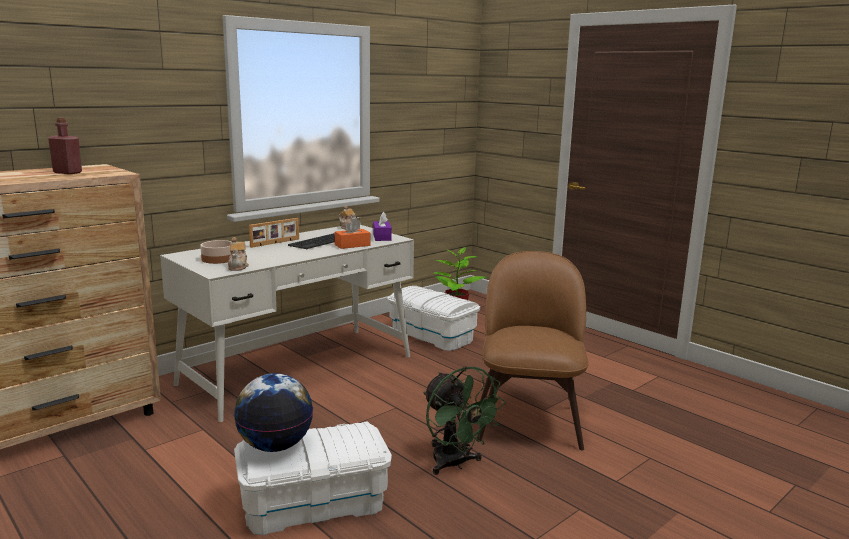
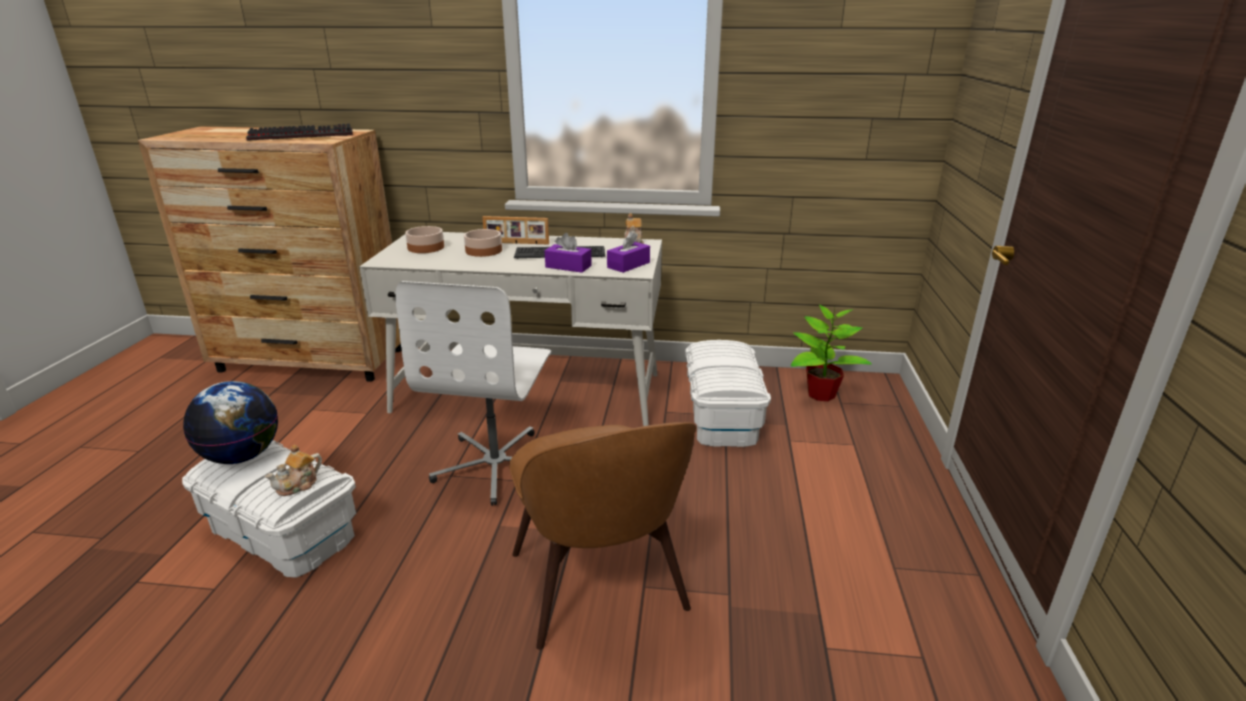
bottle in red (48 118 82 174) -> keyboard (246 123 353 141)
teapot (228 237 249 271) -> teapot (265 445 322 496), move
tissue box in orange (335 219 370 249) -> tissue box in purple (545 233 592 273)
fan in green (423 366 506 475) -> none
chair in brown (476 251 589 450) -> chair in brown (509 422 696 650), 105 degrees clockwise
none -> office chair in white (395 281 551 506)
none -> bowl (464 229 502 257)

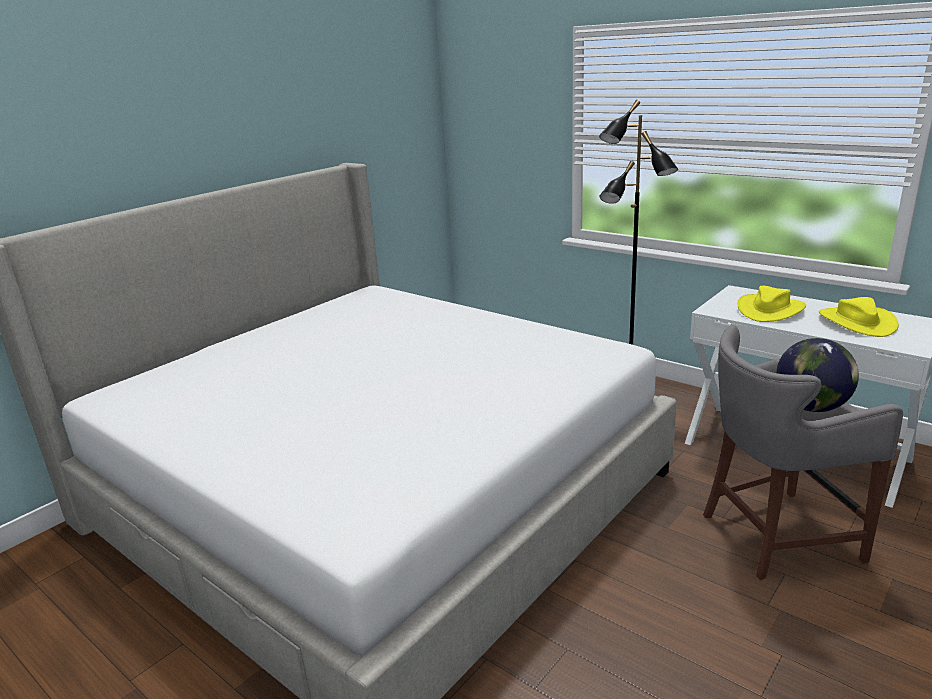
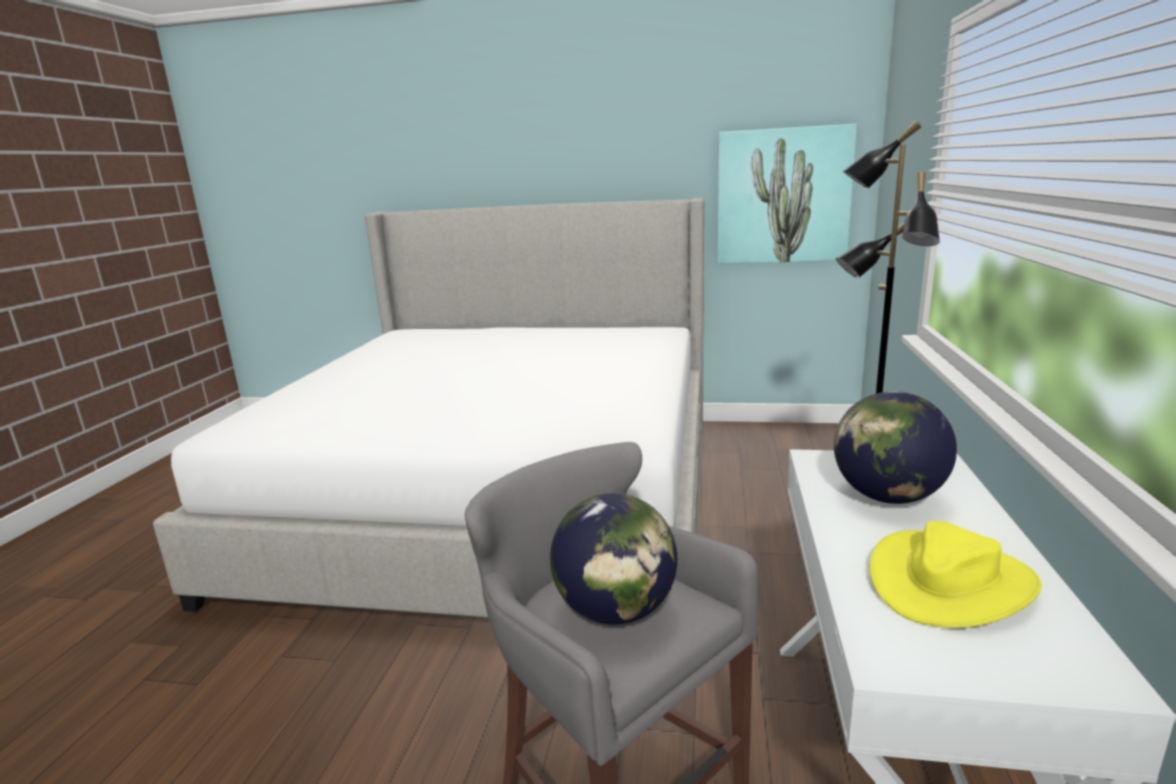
hat in yellow (737 286 806 322) -> globe (834 391 957 504)
none -> picture (717 124 857 264)

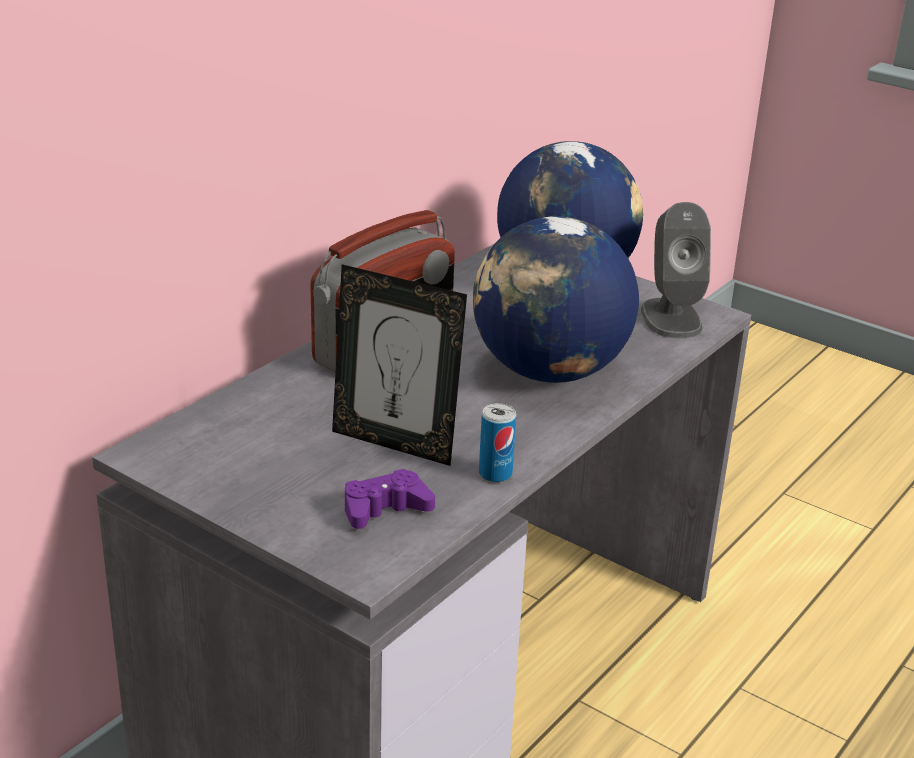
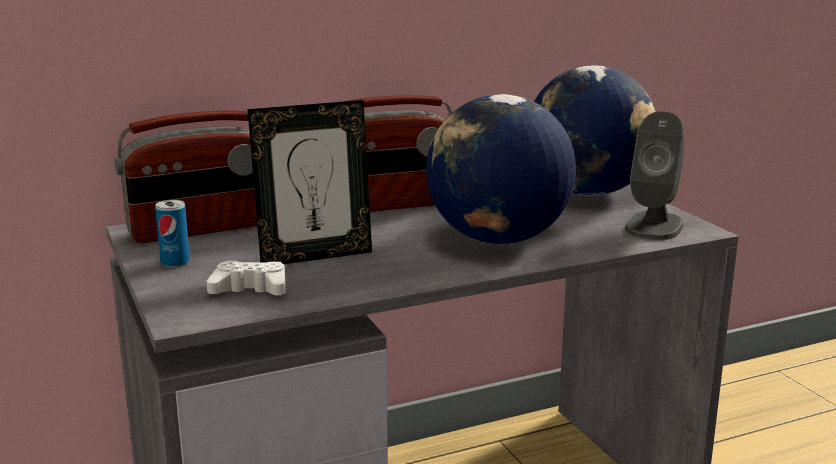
picture frame (332 264 467 466) -> picture frame (247 100 372 264), 75 degrees counterclockwise
game controller in purple (345 469 435 529) -> game controller in white (207 261 286 295)
can (479 403 516 483) -> can (155 200 190 267), move
none -> radio (114 110 257 243)

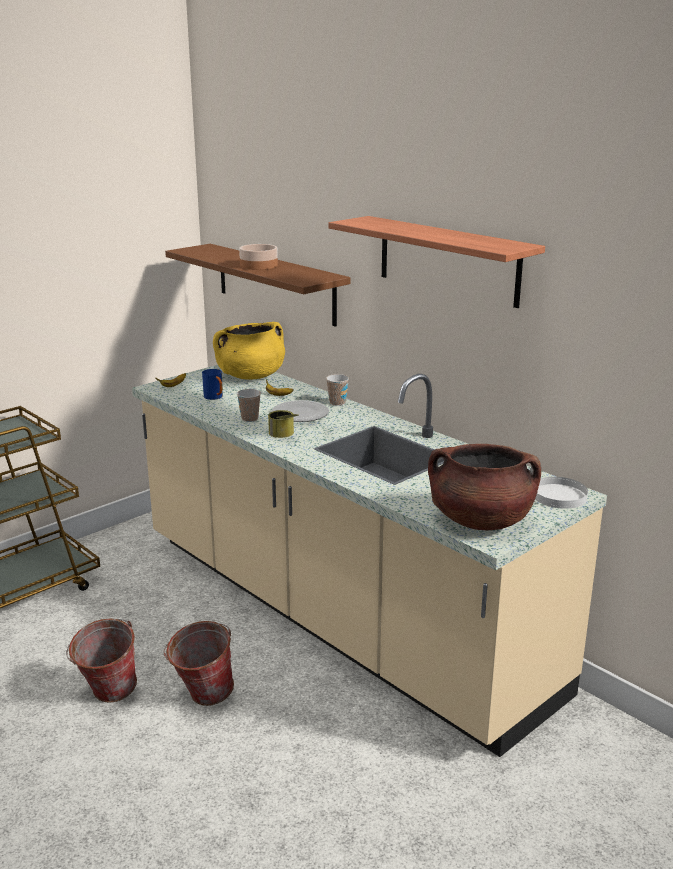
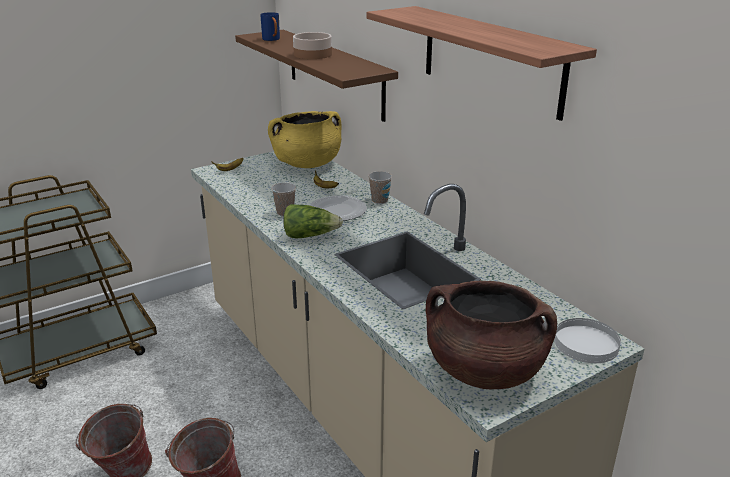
mug in blue (202 369 223 400) -> mug in blue (260 12 280 41), move
can (268 410 298 438) -> lettuce (284 204 343 238)

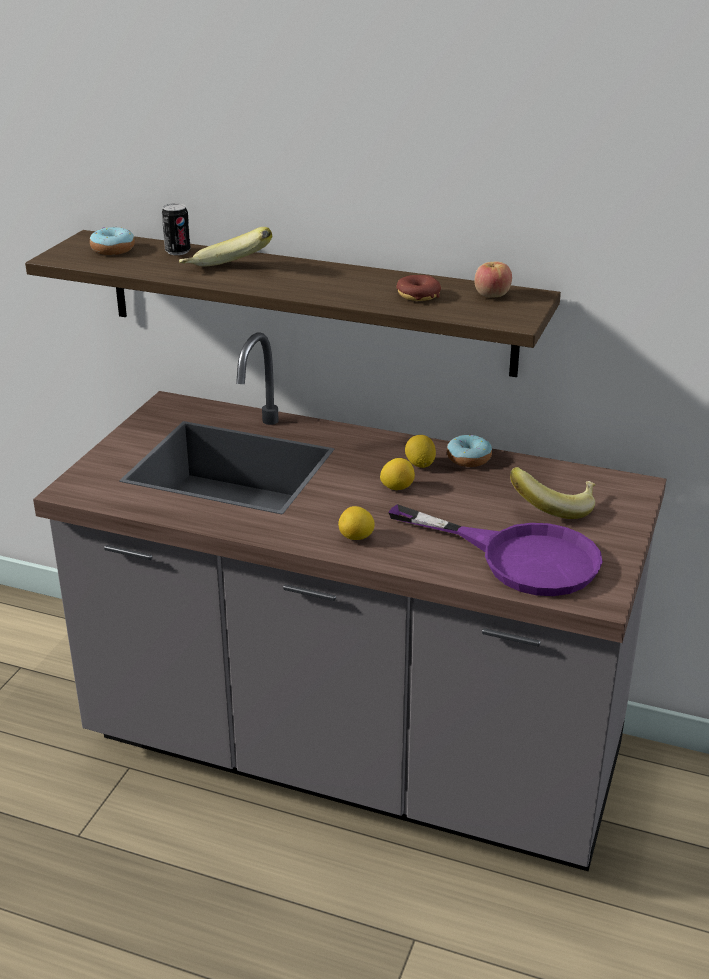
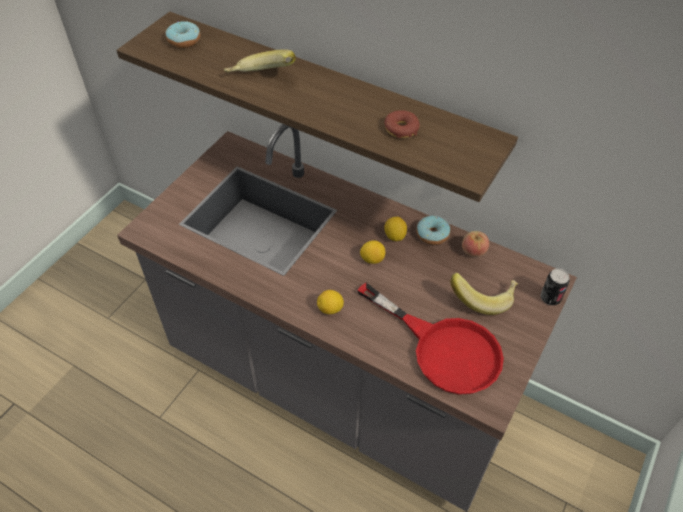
can (162 203 191 255) -> can (541 268 570 306), move
frying pan in purple (388 504 603 596) -> frying pan in red (357 283 504 395)
apple (474 262 512 298) -> apple (462 231 489 257), move

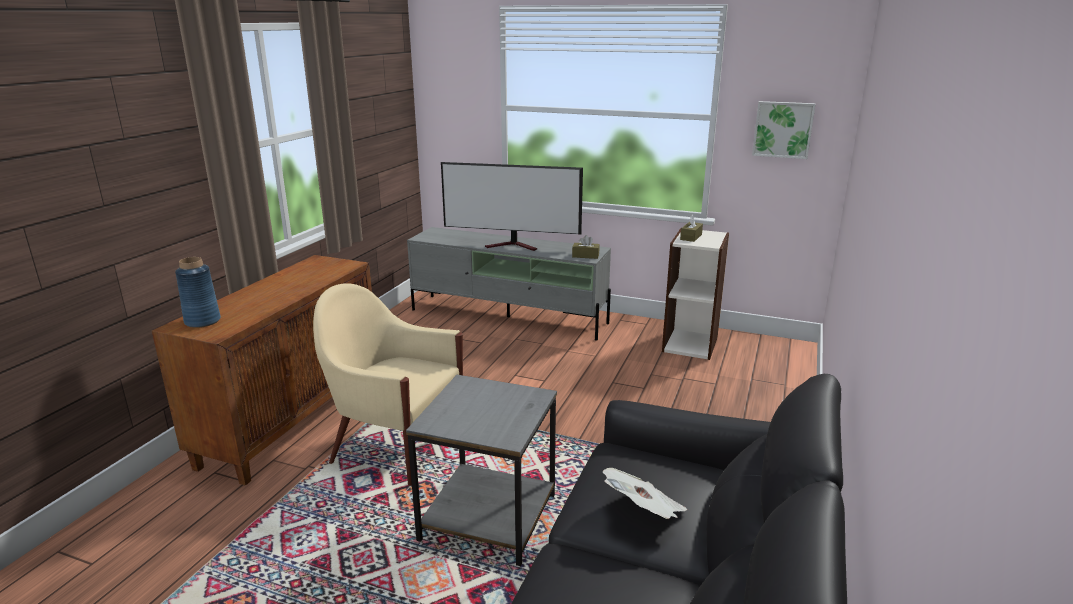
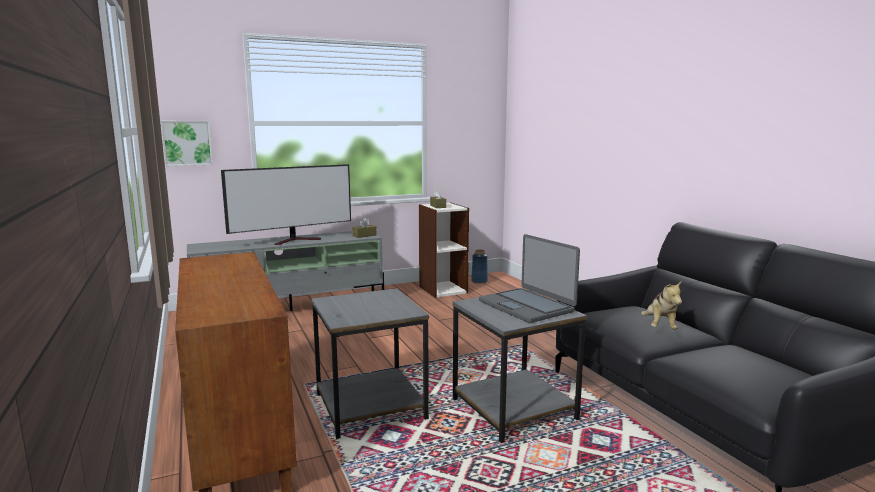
vase in blue (175 257 221 328) -> vase in blue (471 250 488 283), move
armchair in beige (313 283 463 486) -> side table in grey (311 288 429 439)
newspaper (602 468 687 519) -> plush toy (641 281 682 330)
picture (752 101 816 159) -> picture (161 121 213 166), move
none -> laptop (479 234 580 323)

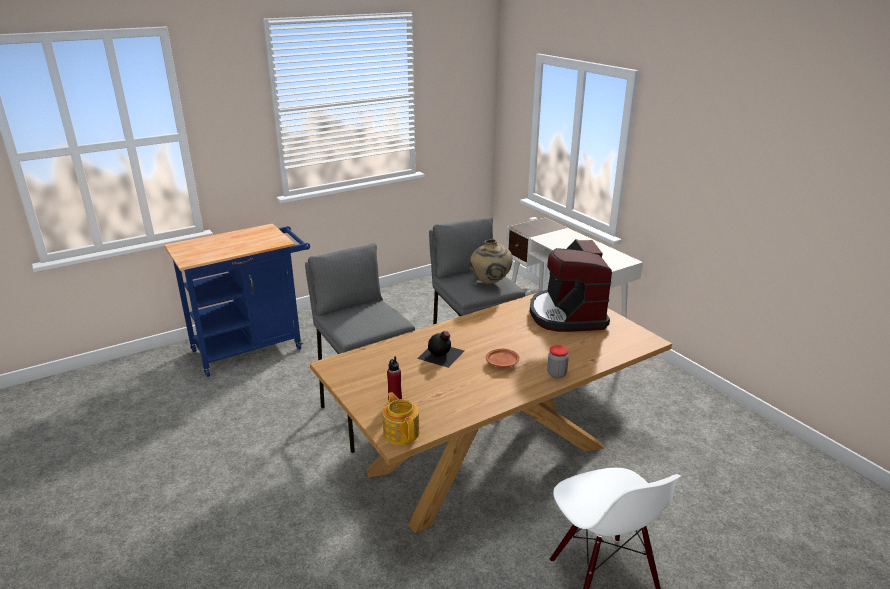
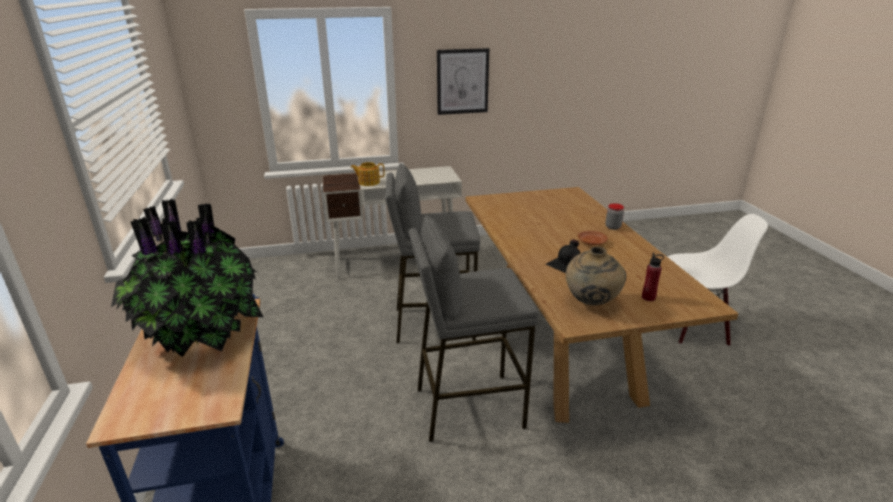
teapot (383 392 419 445) -> teapot (350 162 385 186), move
vase in beige (469 239 513 284) -> vase in beige (566 247 626 306), move
coffee machine (530 239 612 332) -> none
none -> potted plant (111 199 263 357)
none -> picture (437 48 489 115)

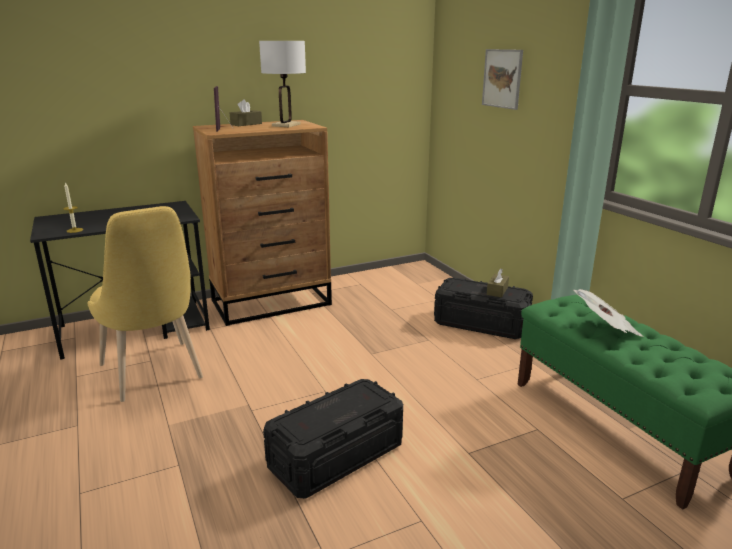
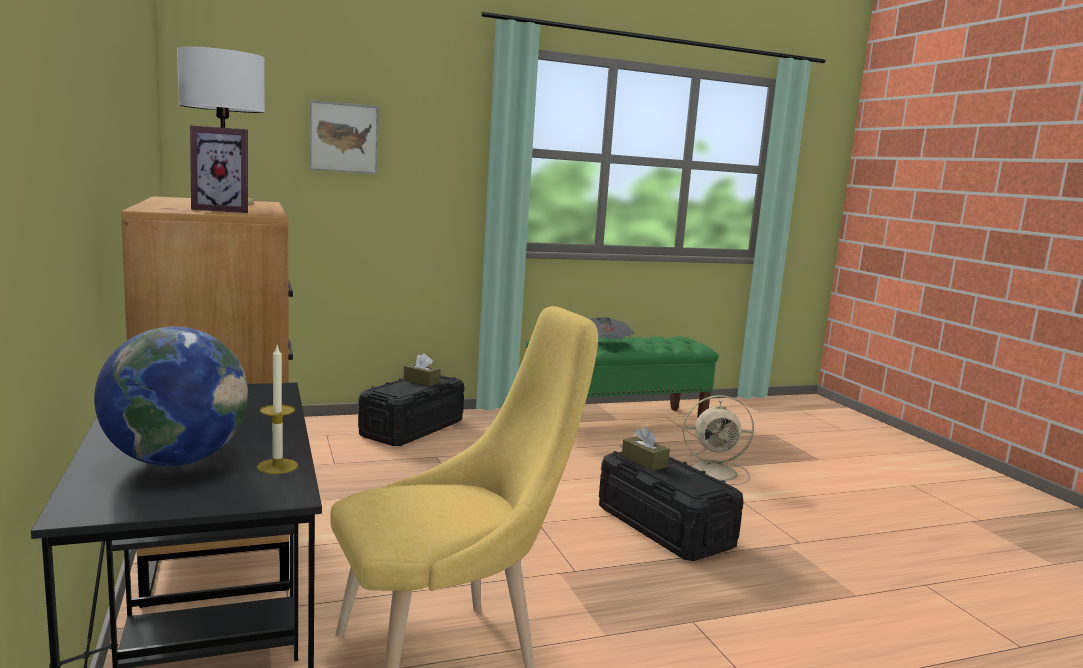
tissue box in brown (230 99 262 126) -> tissue box in brown (622 427 670 471), move
none -> globe (94 327 248 466)
none -> fan in beige (683 395 754 485)

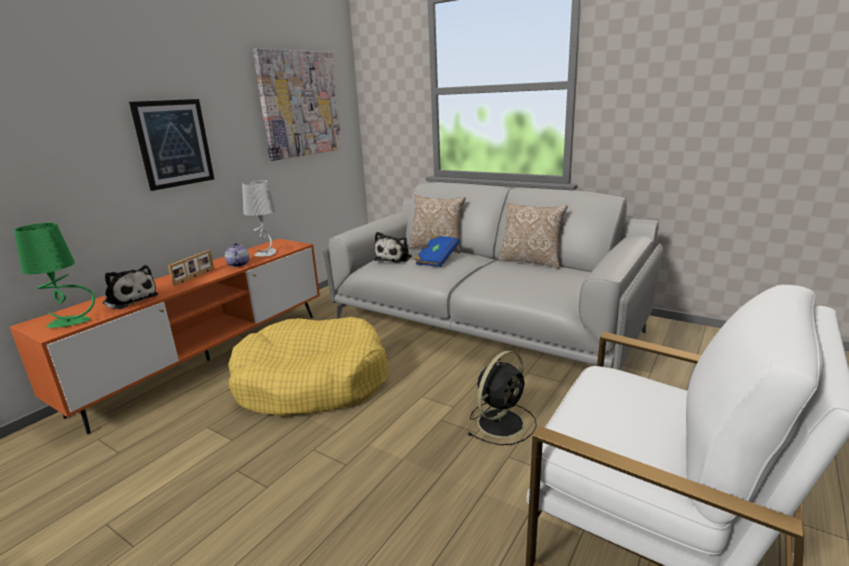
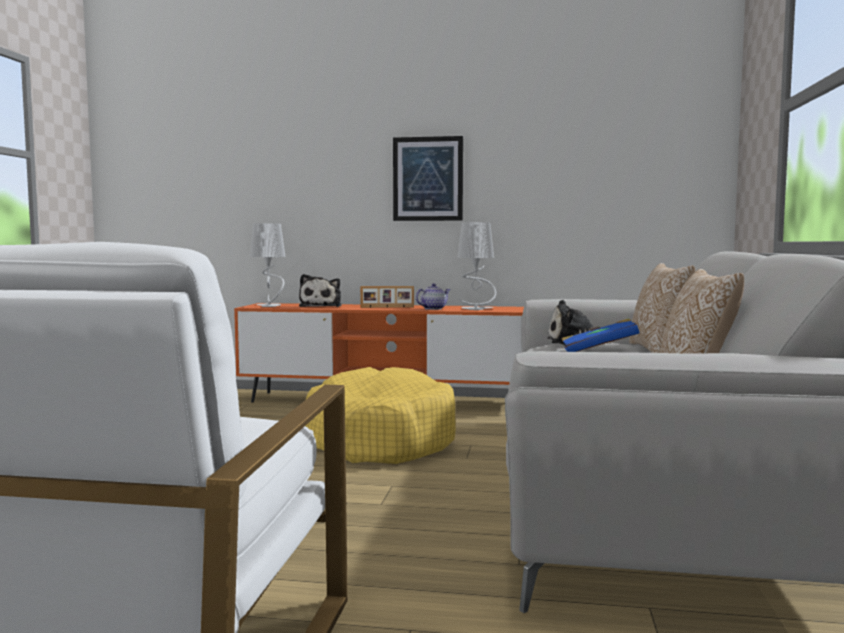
table lamp in green (14 223 95 328) -> table lamp in grey (250 223 286 307)
picture (253 48 342 161) -> none
fan in black (467 351 537 445) -> none

